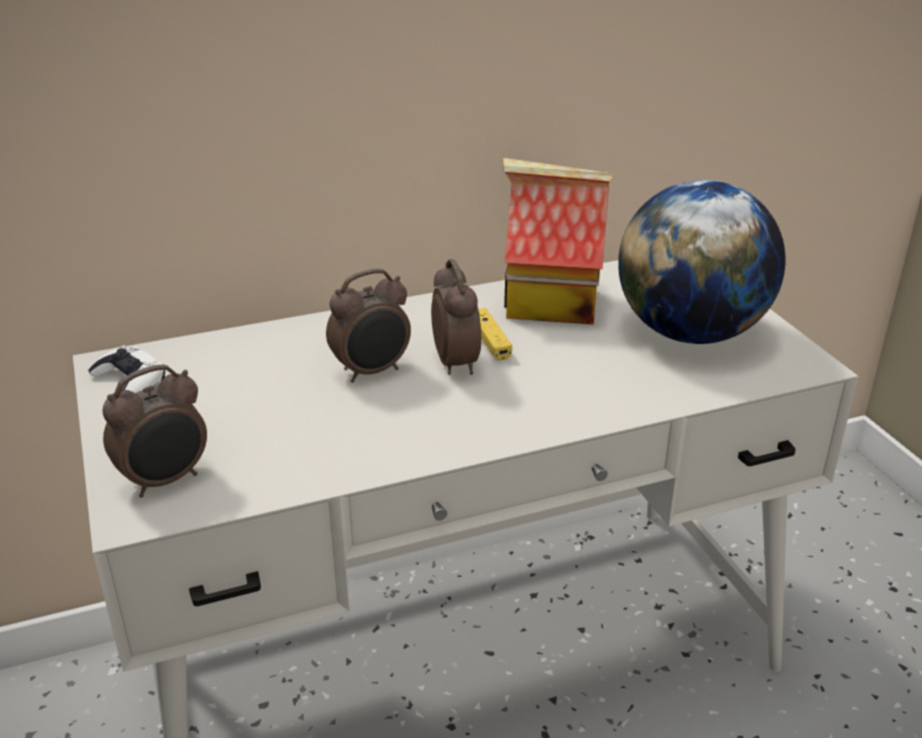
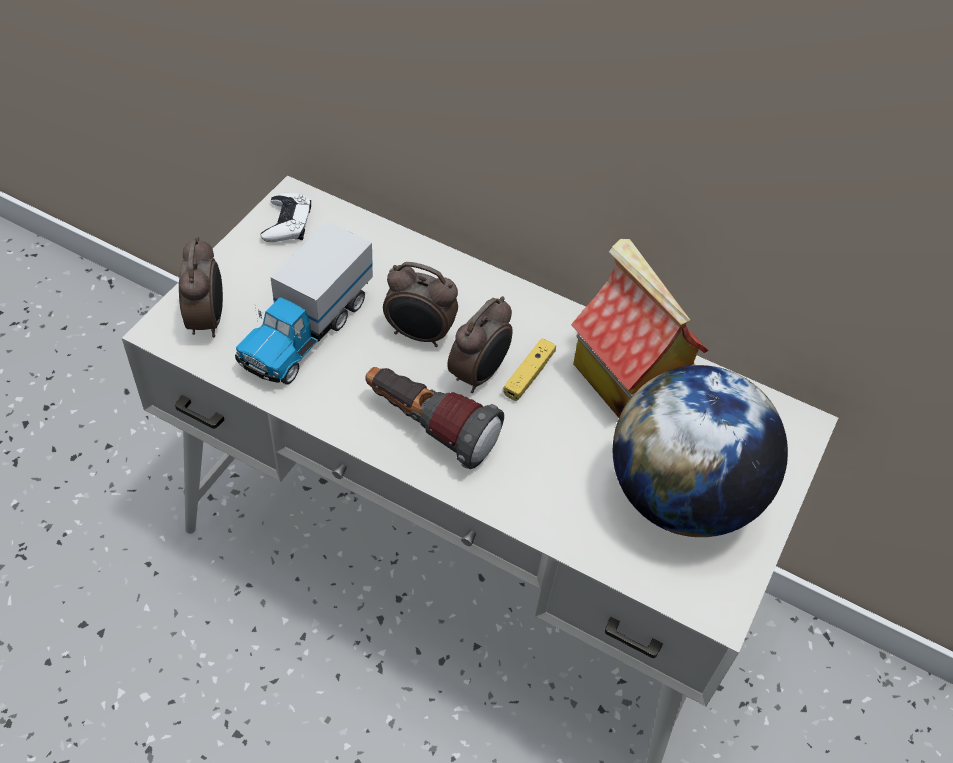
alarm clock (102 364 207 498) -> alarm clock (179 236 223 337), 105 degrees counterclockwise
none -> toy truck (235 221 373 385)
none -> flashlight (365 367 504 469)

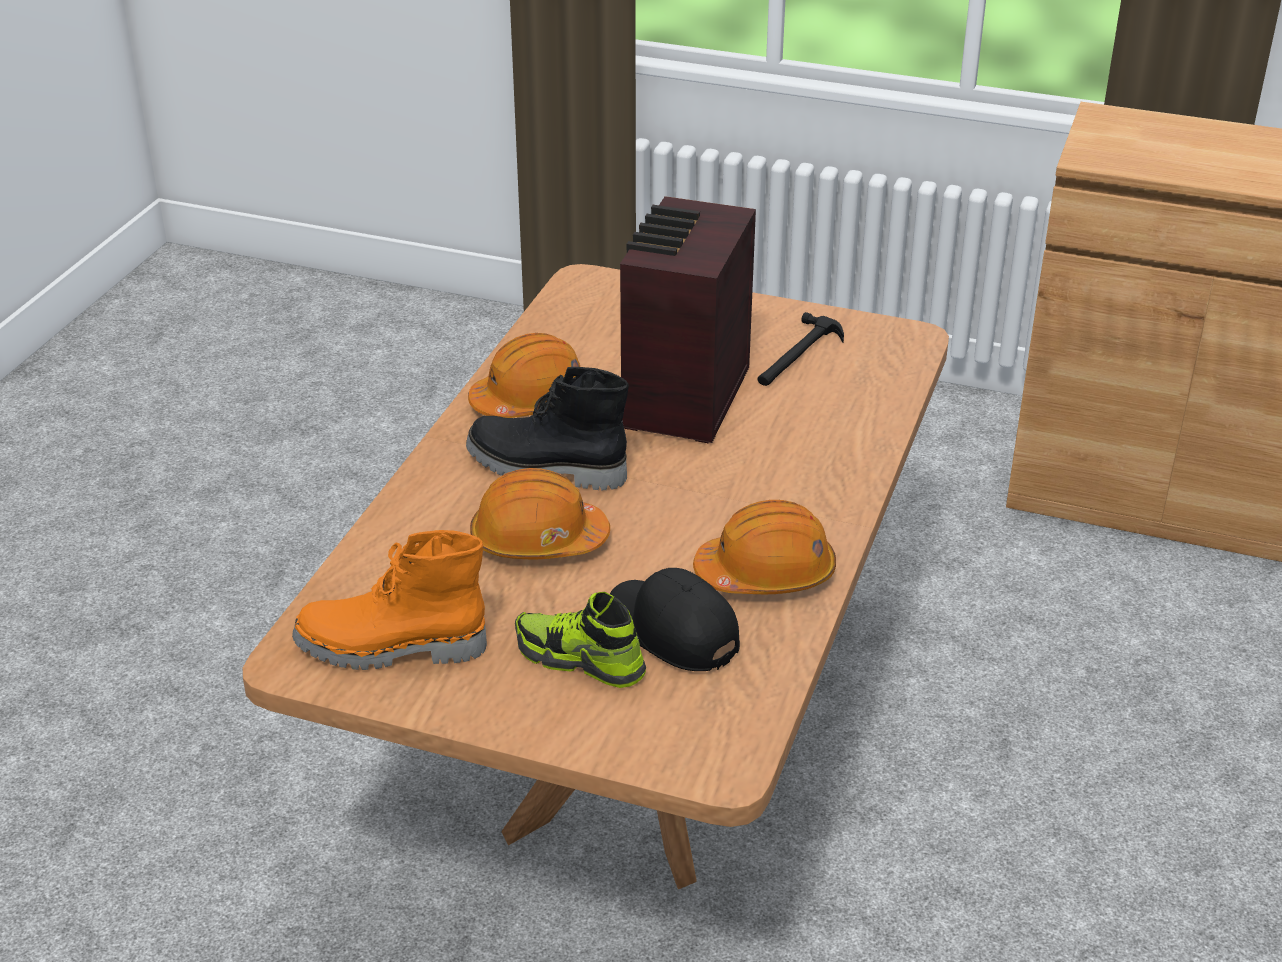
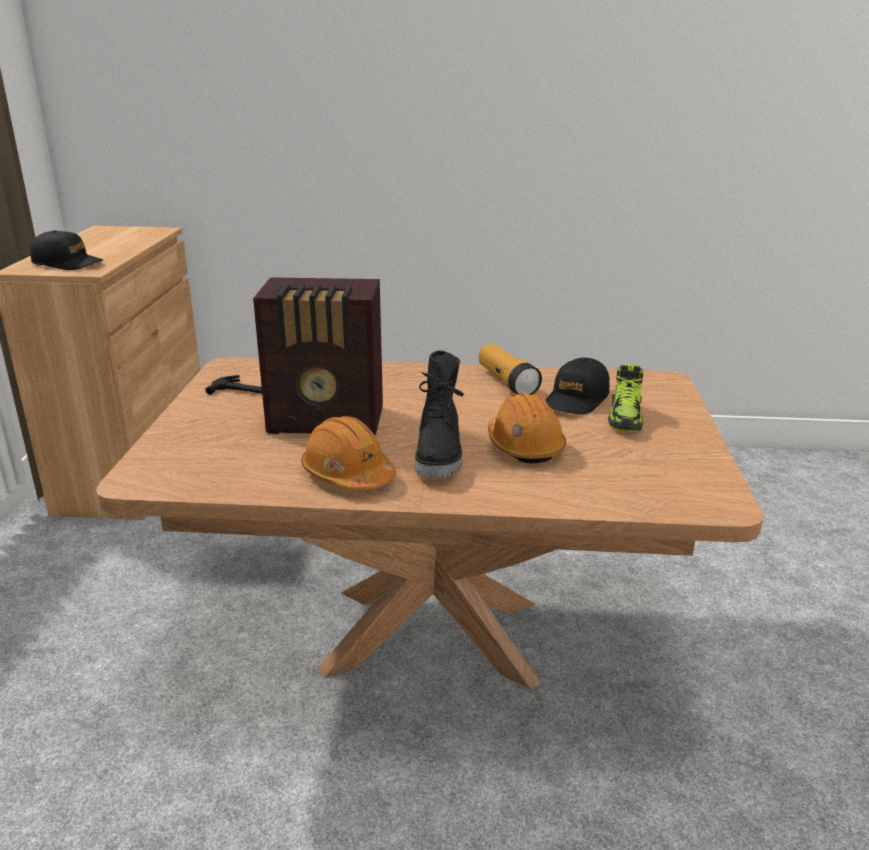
boot in orange (292 530 487 670) -> none
hard hat in orange (693 500 836 594) -> flashlight (479 344 542 395)
none -> cap in black (30 230 103 270)

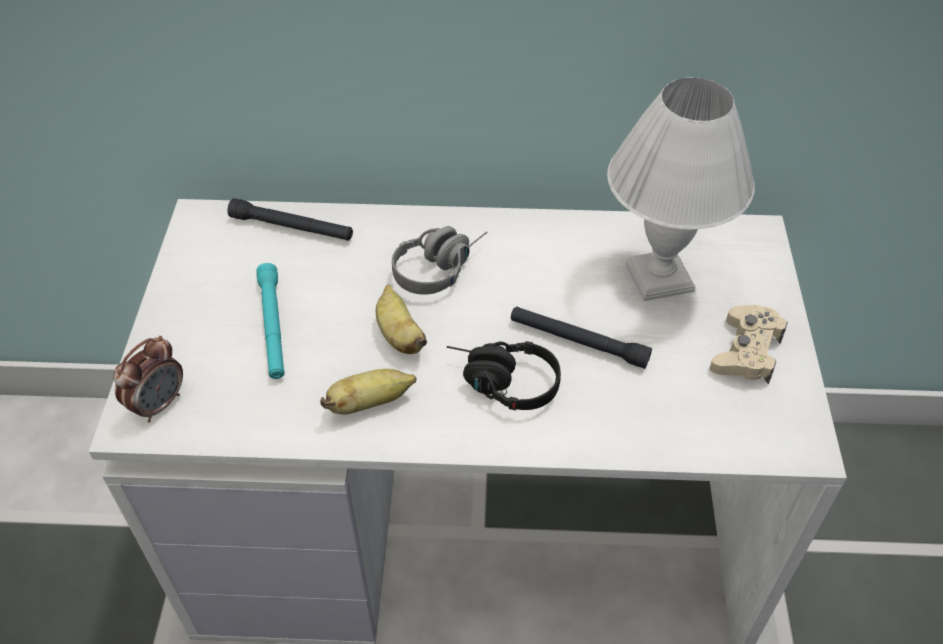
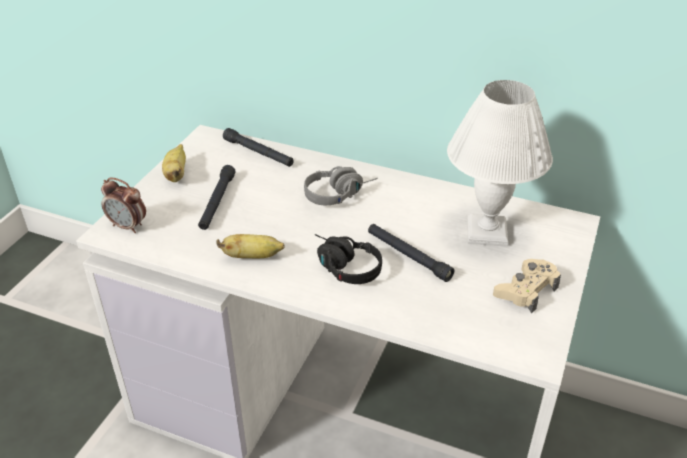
alarm clock (113 336 183 423) -> alarm clock (101 177 146 233), 60 degrees clockwise
flashlight in turquoise (256 263 285 379) -> flashlight in black (198 165 235 230)
banana (376 285 427 354) -> banana (162 144 186 182), move

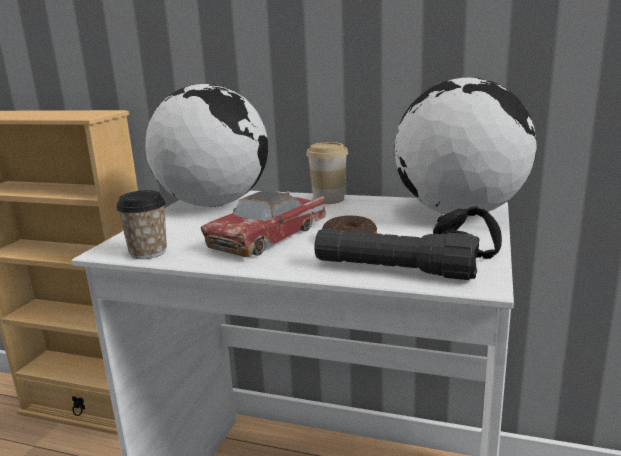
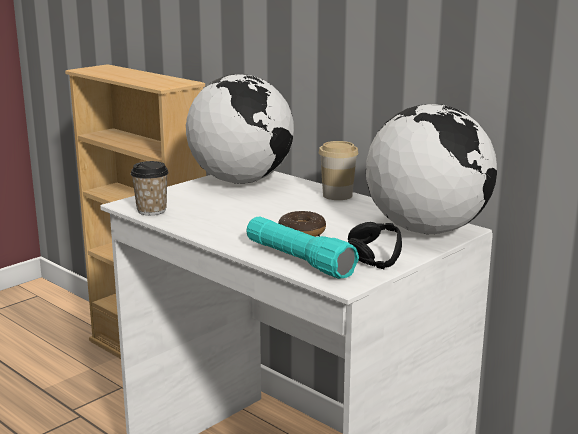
toy car (201 191 326 257) -> none
flashlight in black (314 228 480 280) -> flashlight in turquoise (246 216 359 279)

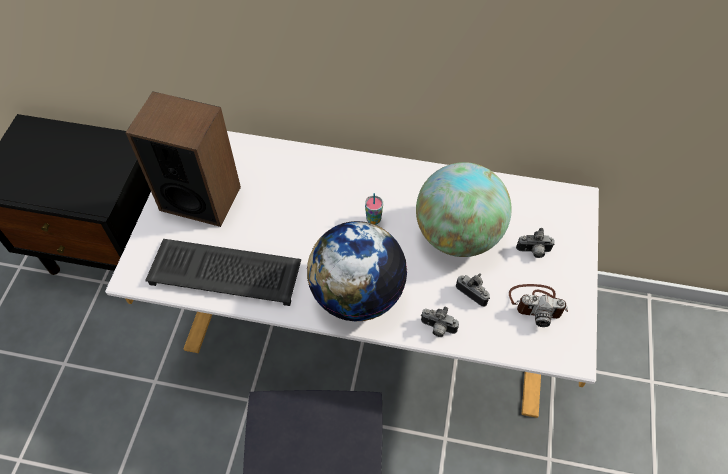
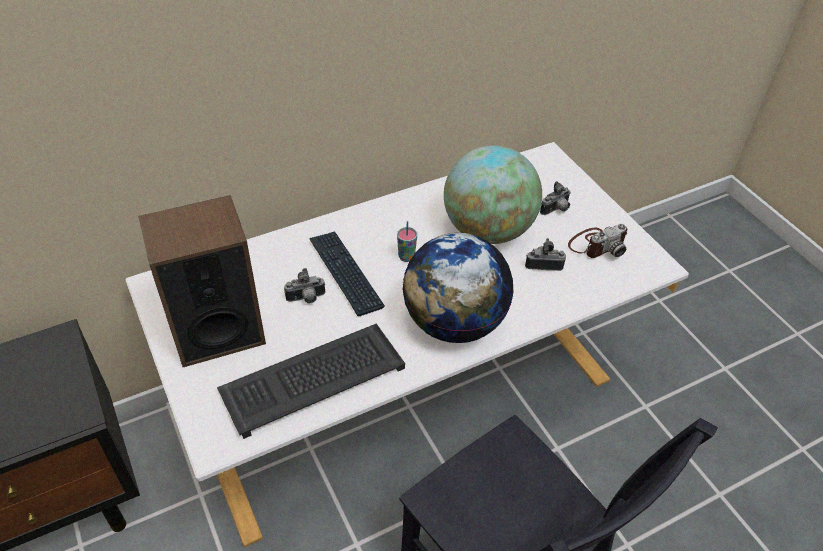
photo camera (421 307 459 337) -> photo camera (284 268 325 303), move
none -> keyboard (309 231 385 316)

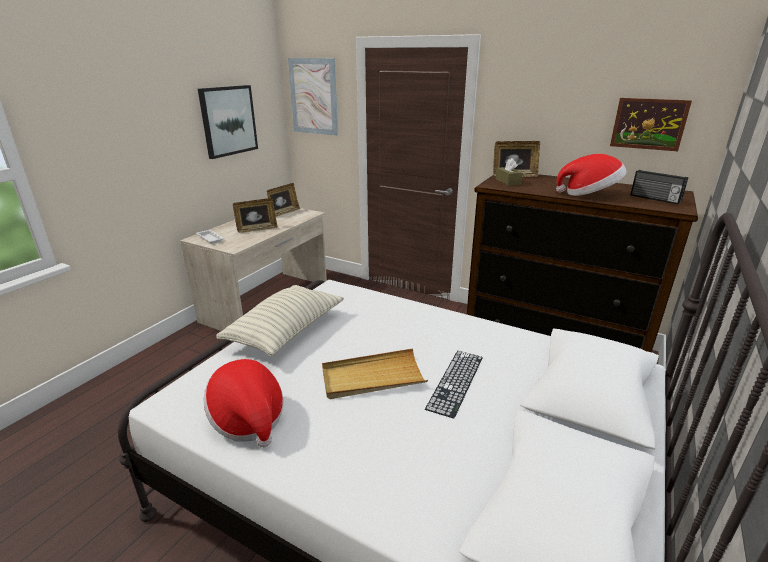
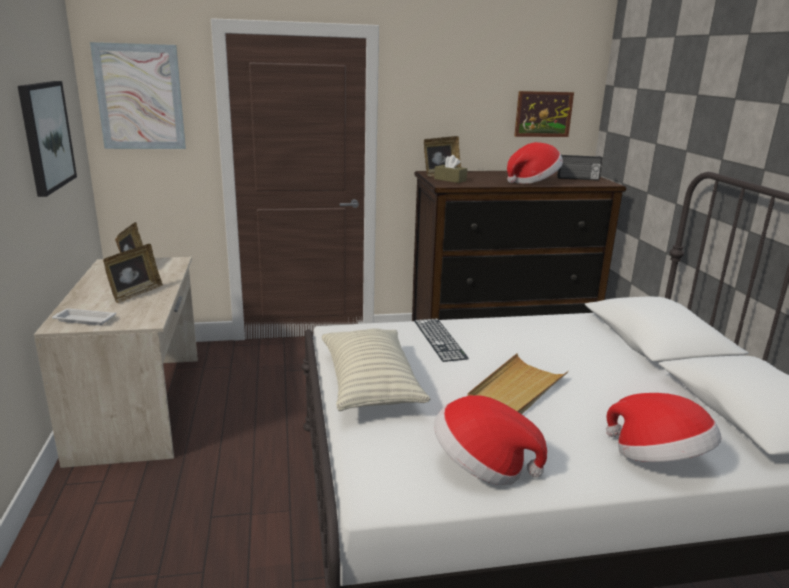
keyboard (425 351 483 418) -> keyboard (414 319 469 362), move
none -> hat (606 393 721 462)

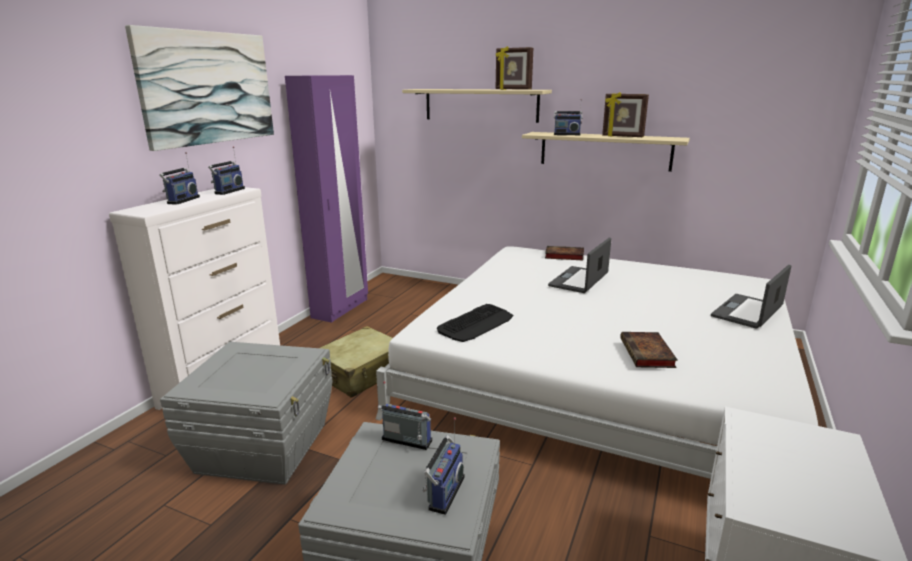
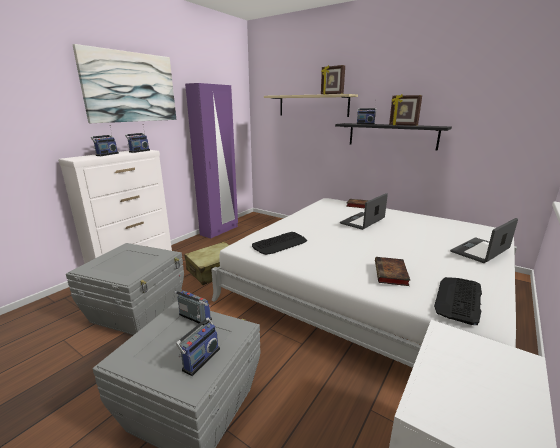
shelf in beige (522 132 690 172) -> shelf in black (335 123 452 151)
none -> keyboard (434 277 482 325)

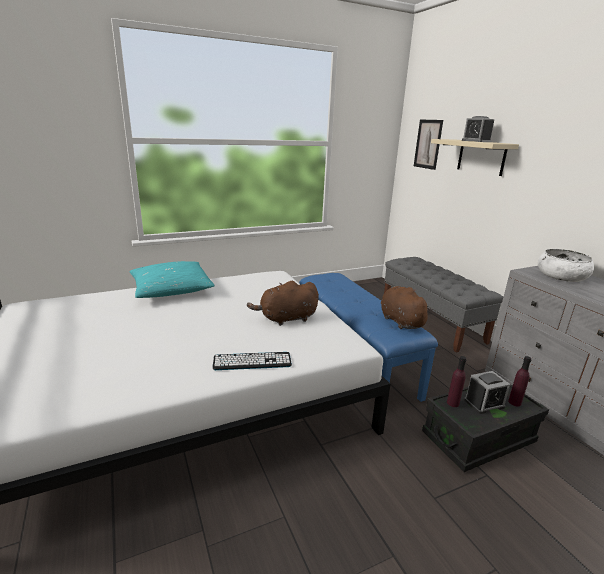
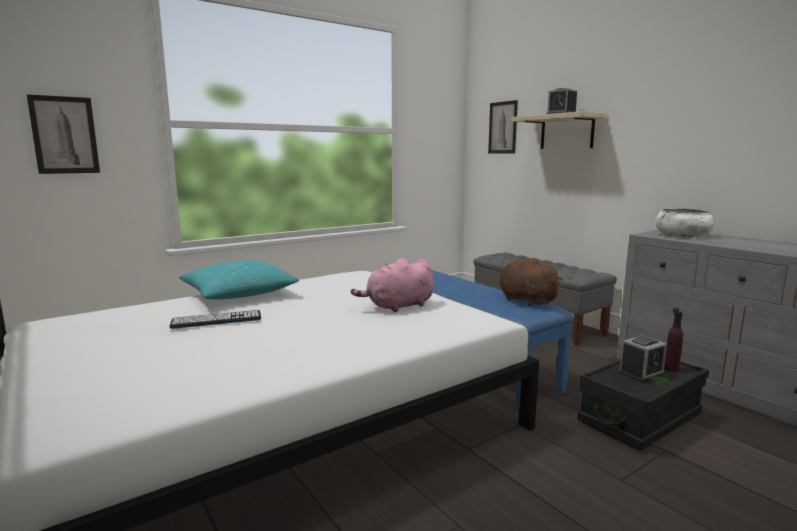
keyboard (212 352 292 370) -> keyboard (169 310 261 329), move
plush toy in brown (247 281 319 326) -> plush toy in pink (351 258 434 312)
bottle in purple (447 356 467 407) -> none
none -> picture (27 94 100 174)

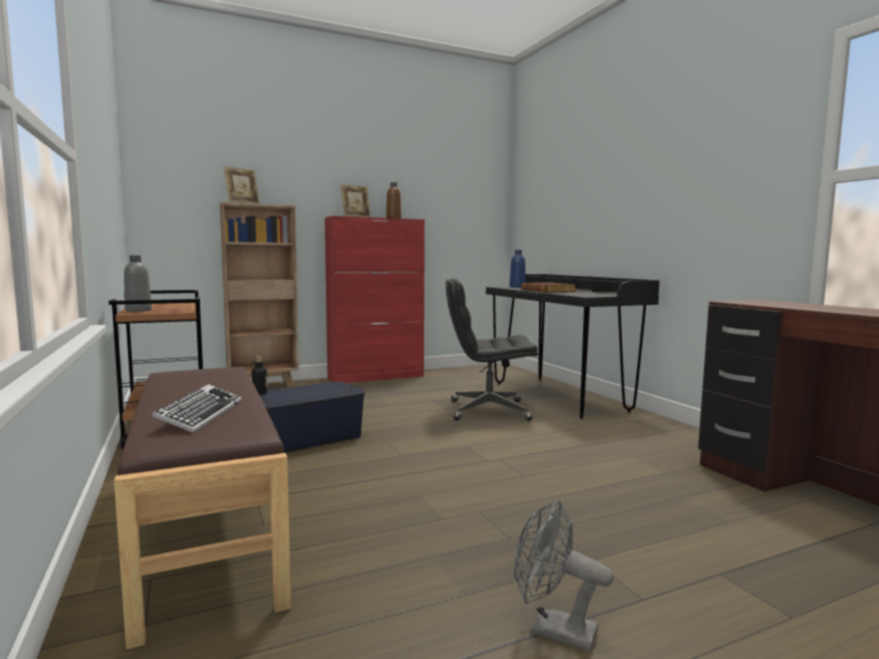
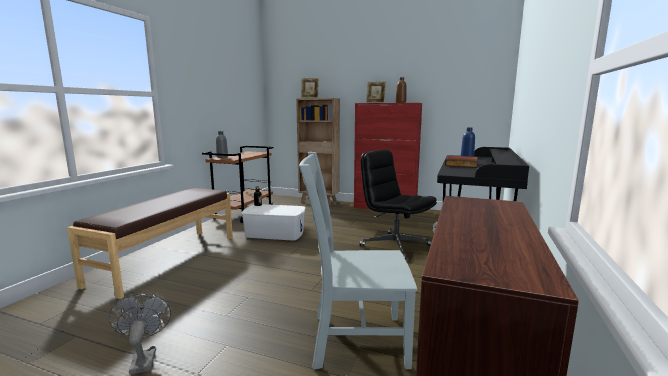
keyboard (152 384 242 433) -> none
storage box in blue (259 381 365 453) -> storage box in white (241 204 305 241)
none -> chair in grey (299 152 417 370)

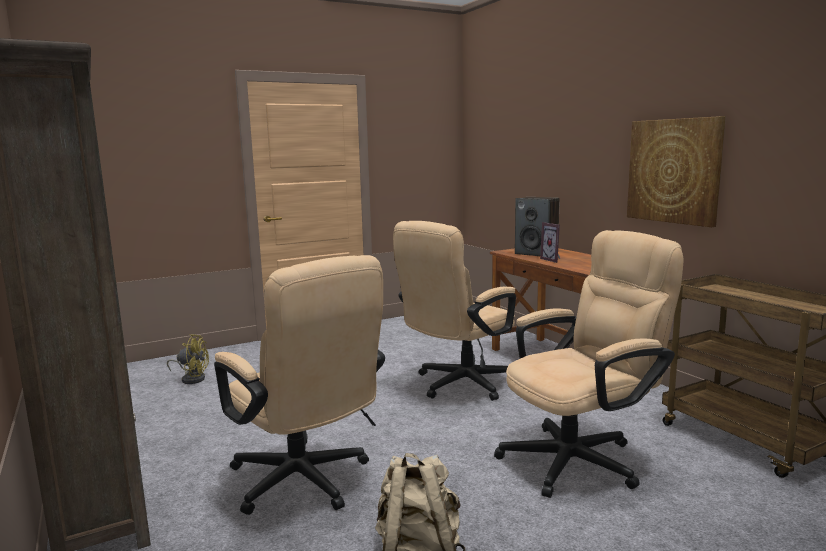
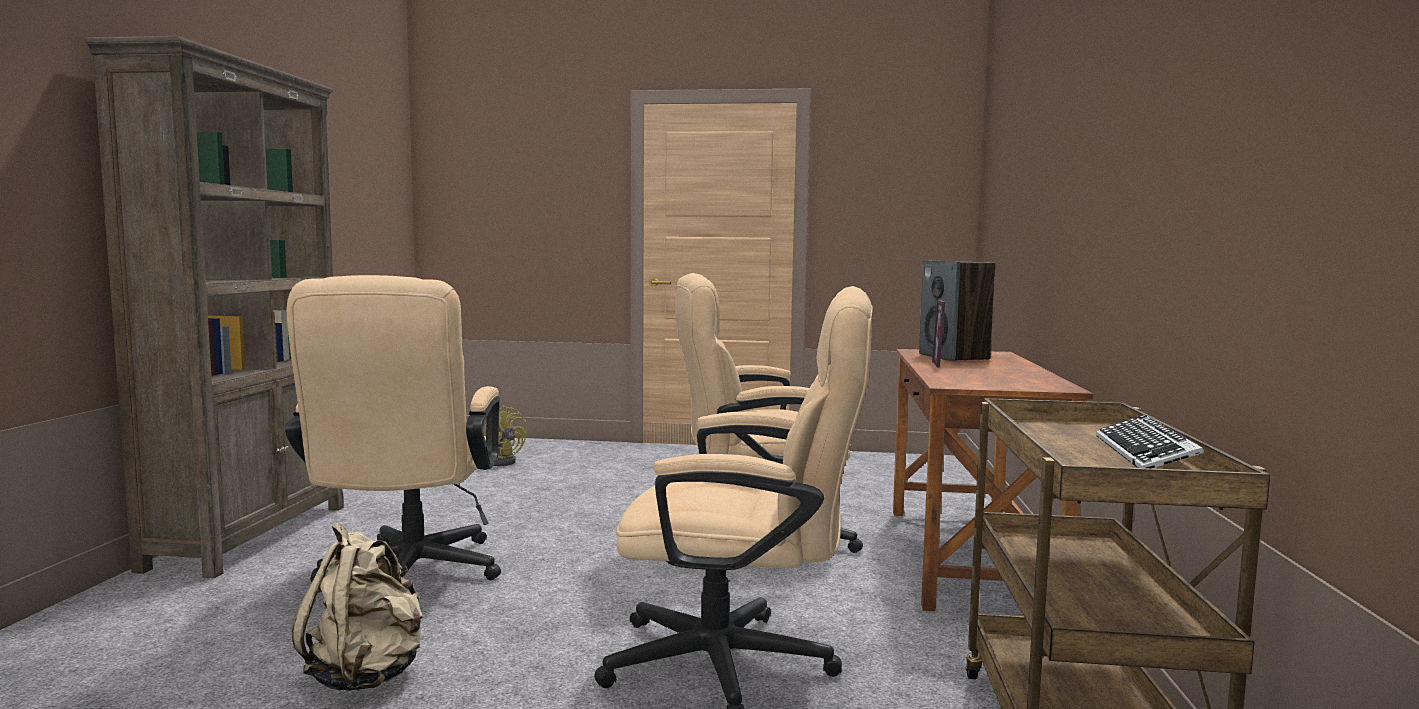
picture (627 116 726 227) -> none
none -> keyboard (1096 415 1204 468)

